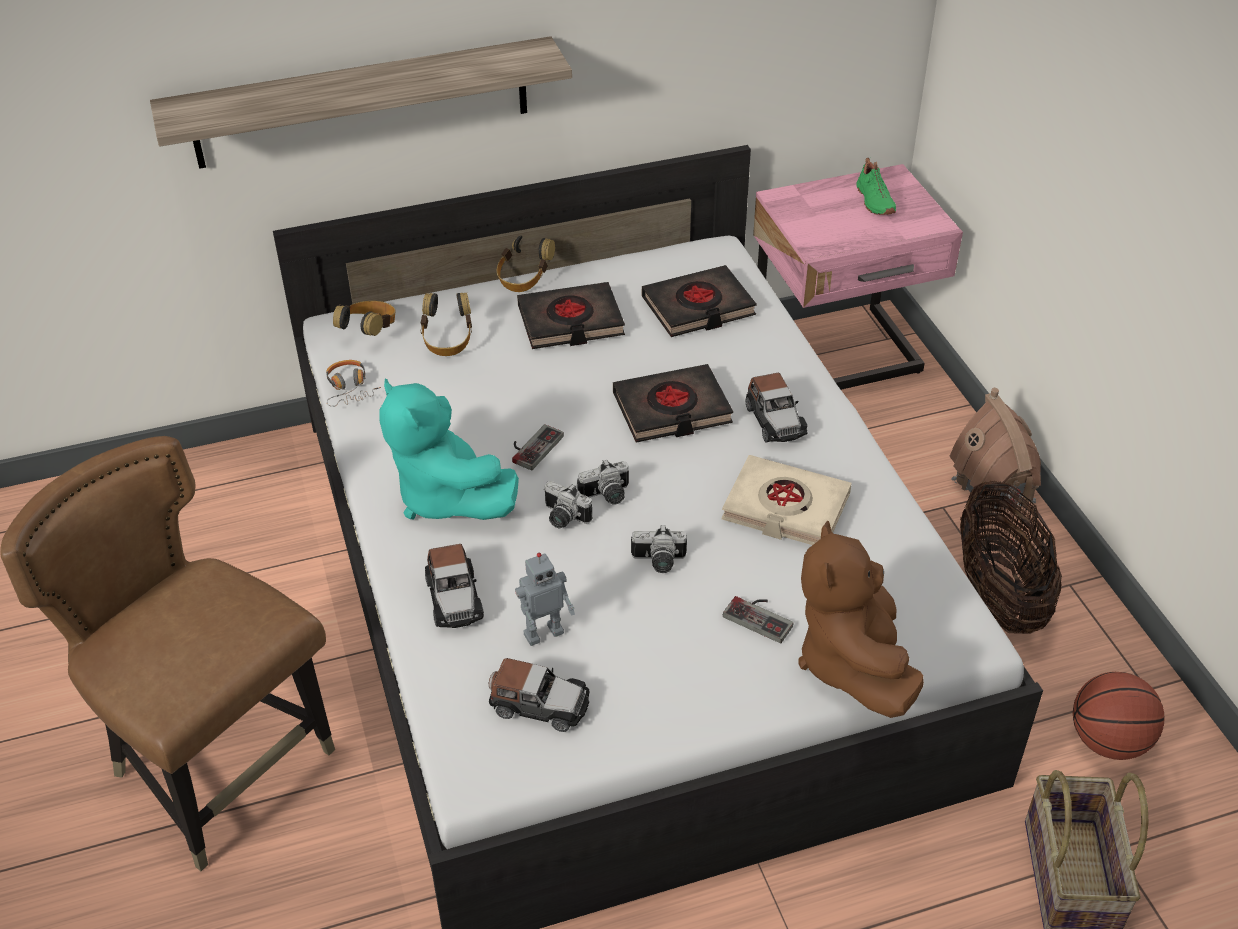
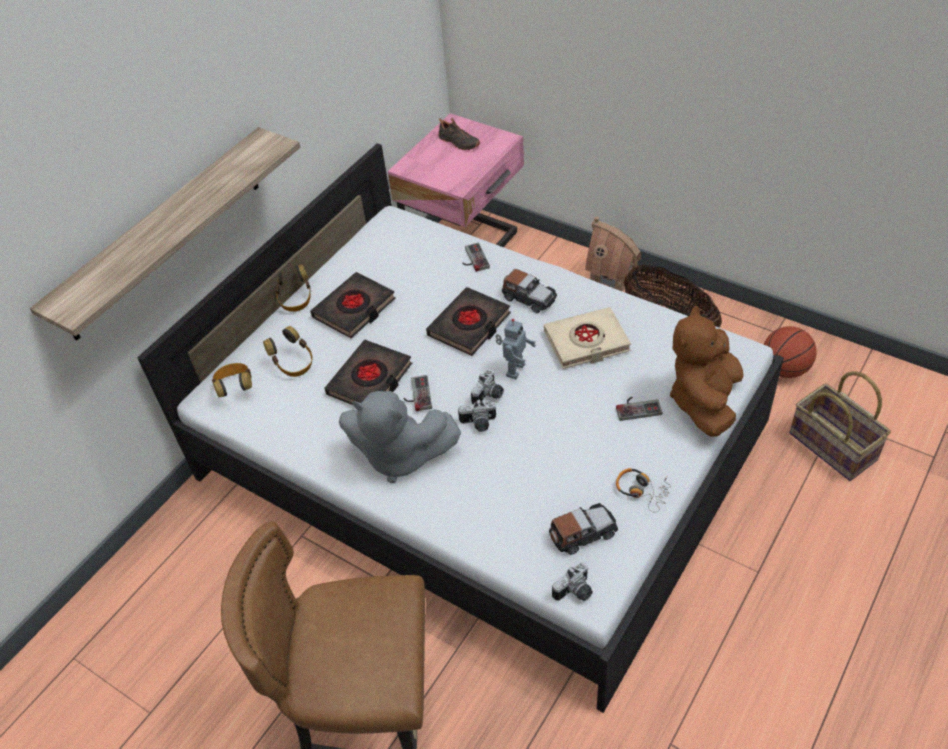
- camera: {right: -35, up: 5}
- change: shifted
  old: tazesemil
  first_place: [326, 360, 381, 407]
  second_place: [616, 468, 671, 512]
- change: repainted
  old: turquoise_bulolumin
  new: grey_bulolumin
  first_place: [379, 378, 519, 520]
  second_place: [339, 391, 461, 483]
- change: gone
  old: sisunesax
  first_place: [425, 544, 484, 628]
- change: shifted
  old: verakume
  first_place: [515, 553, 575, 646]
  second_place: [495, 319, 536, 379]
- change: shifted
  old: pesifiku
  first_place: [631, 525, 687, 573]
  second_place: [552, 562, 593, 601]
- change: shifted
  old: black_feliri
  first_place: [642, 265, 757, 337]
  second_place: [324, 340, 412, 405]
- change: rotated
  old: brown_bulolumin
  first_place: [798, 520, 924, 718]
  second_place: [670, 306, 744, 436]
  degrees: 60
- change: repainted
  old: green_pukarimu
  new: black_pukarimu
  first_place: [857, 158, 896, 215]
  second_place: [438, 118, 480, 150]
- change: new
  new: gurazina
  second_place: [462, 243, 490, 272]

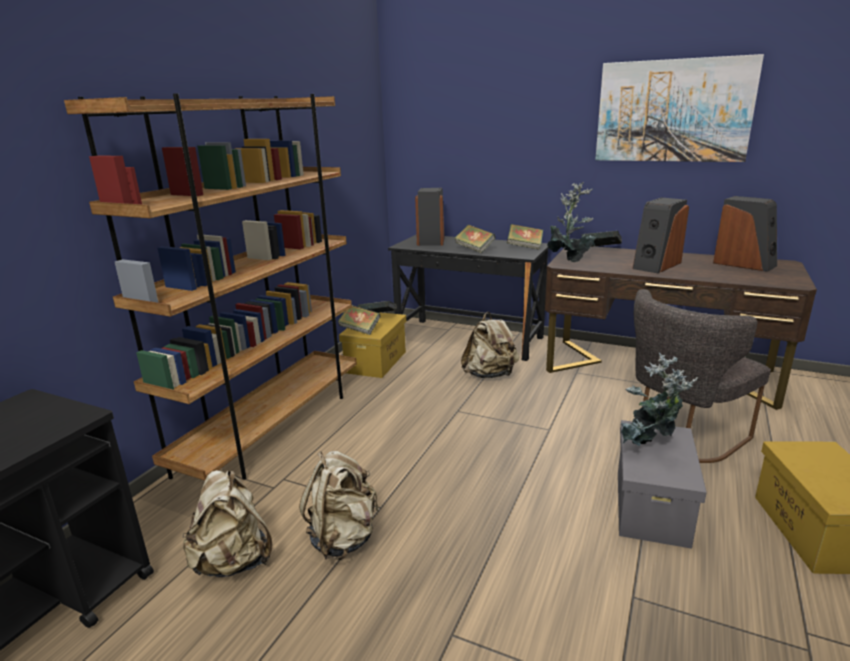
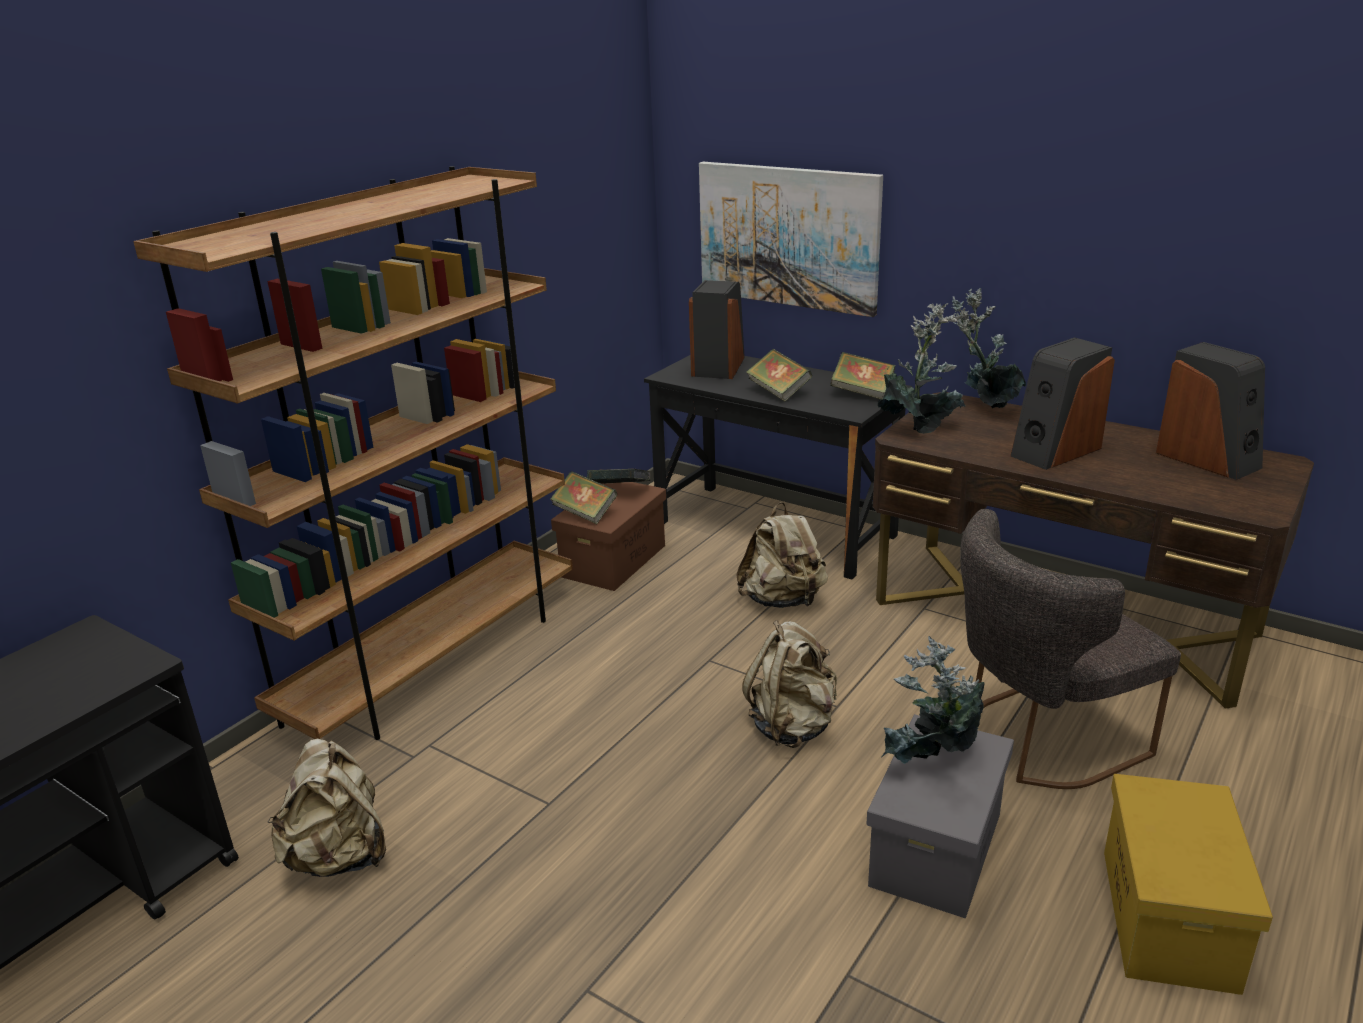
- camera: {right: 10, up: 5}
- change: shifted
  old: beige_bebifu
  first_place: [299, 451, 378, 560]
  second_place: [742, 620, 837, 748]
- change: repainted
  old: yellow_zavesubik
  new: brown_zavesubik
  first_place: [339, 312, 406, 378]
  second_place: [551, 482, 666, 591]
- change: swapped
  old: feliri
  new: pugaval
  first_place: [582, 231, 622, 247]
  second_place: [952, 288, 1026, 408]
- change: shifted
  old: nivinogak
  first_place: [595, 54, 764, 162]
  second_place: [699, 162, 883, 317]

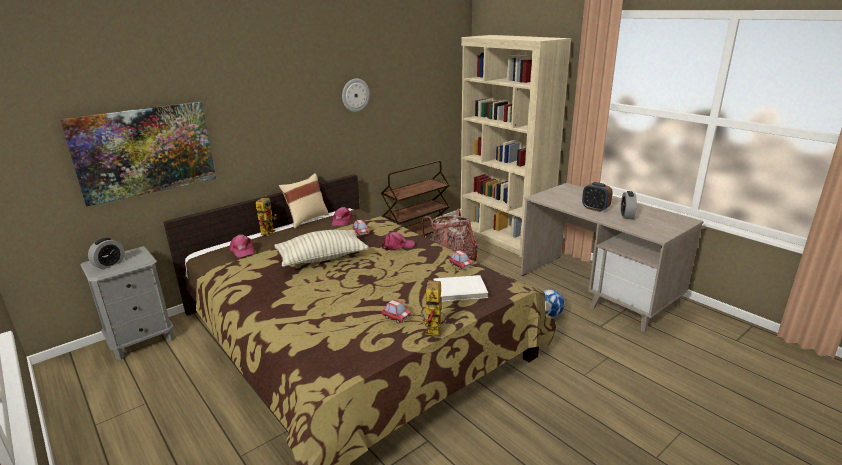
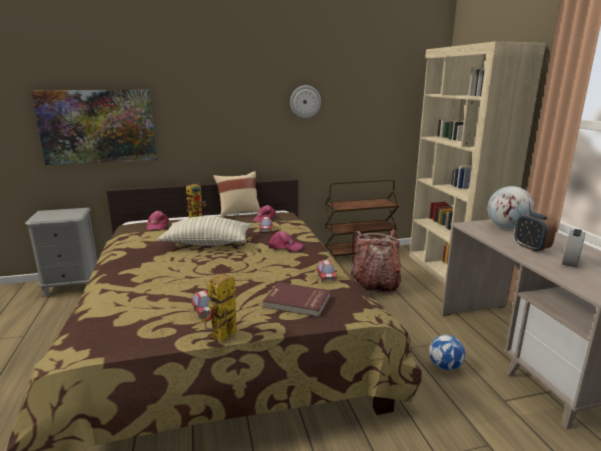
- camera: {right: 25, up: -5}
- change: gone
  old: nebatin
  first_place: [88, 238, 125, 270]
- change: repainted
  old: white_feliri
  new: red_feliri
  first_place: [433, 275, 488, 302]
  second_place: [263, 282, 331, 317]
- change: new
  new: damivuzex
  second_place: [488, 186, 535, 229]

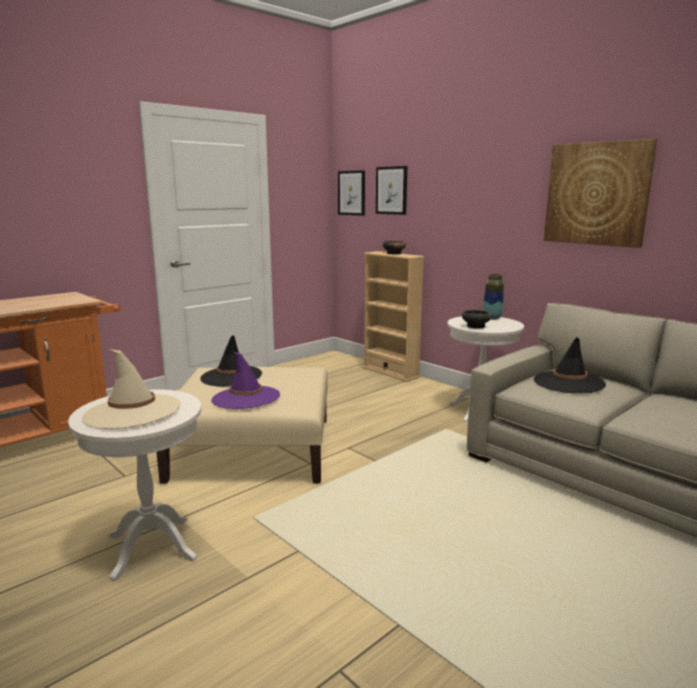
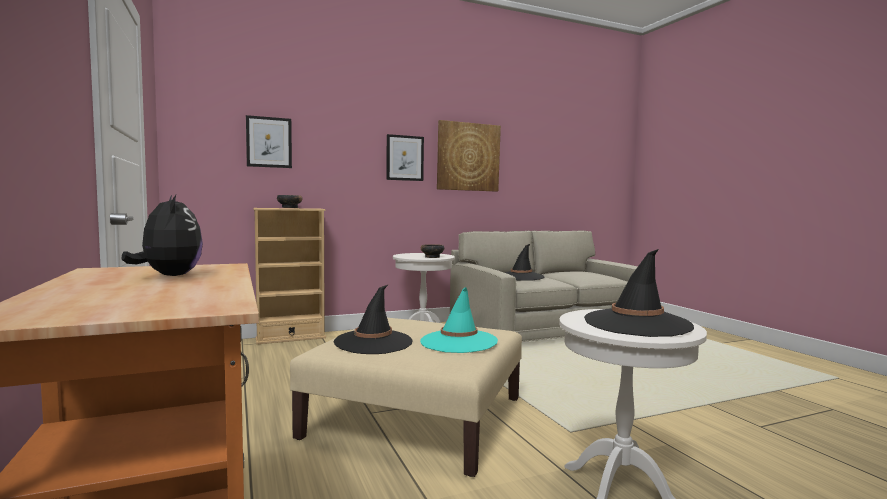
- camera: {right: -70, up: -10}
- change: repainted
  old: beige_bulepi
  new: black_bulepi
  first_place: [82, 349, 181, 429]
  second_place: [584, 249, 694, 337]
- change: repainted
  old: purple_bulepi
  new: turquoise_bulepi
  first_place: [212, 352, 280, 409]
  second_place: [420, 287, 498, 353]
- change: shifted
  old: nivinogak
  first_place: [338, 170, 365, 216]
  second_place: [386, 134, 424, 181]
- change: gone
  old: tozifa
  first_place: [483, 274, 504, 320]
- change: new
  new: bulolumin
  second_place: [121, 195, 203, 276]

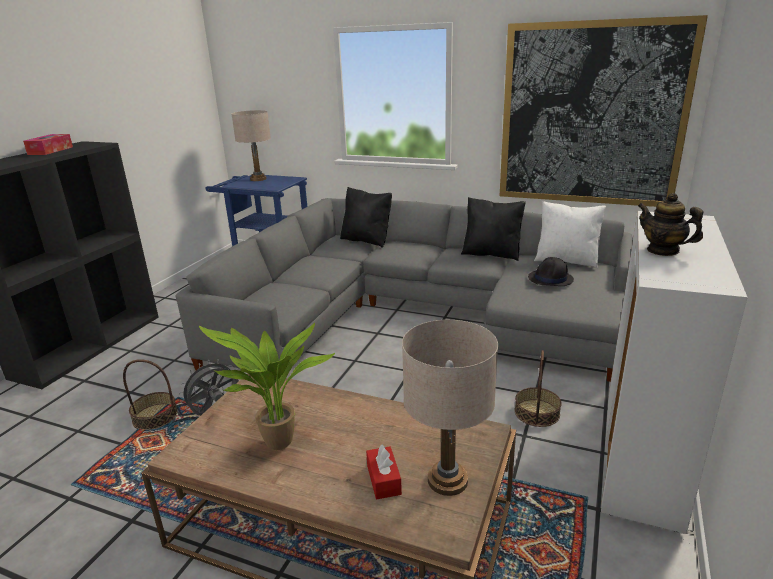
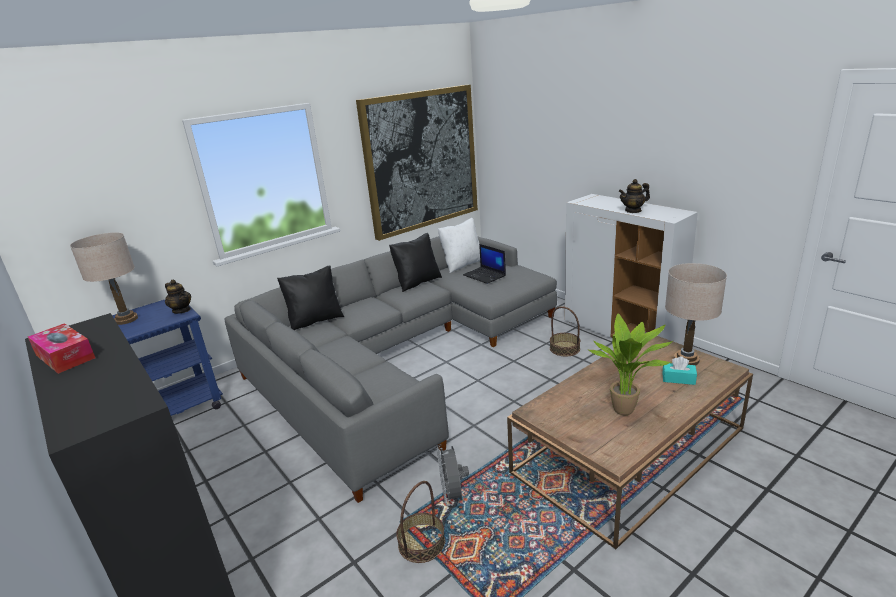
- camera: {right: -60, up: 0}
- change: repainted
  old: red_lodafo
  new: turquoise_lodafo
  first_place: [366, 444, 402, 500]
  second_place: [662, 356, 697, 385]
- change: swapped
  old: black_bulepi
  new: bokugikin
  first_place: [528, 257, 574, 286]
  second_place: [463, 244, 506, 284]
- change: new
  new: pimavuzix
  second_place: [165, 280, 191, 314]

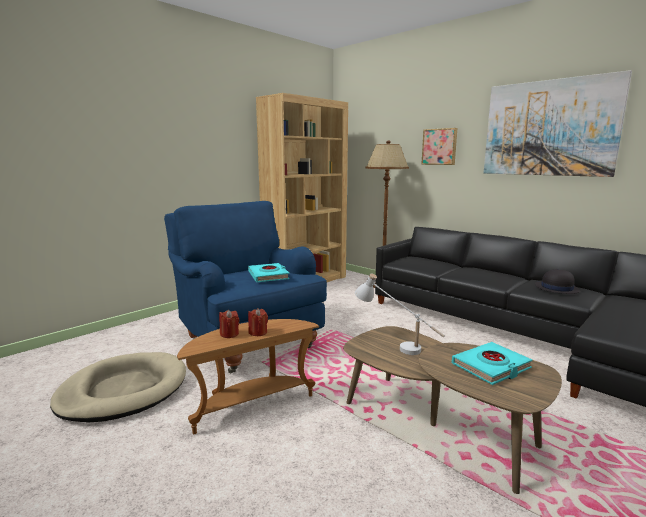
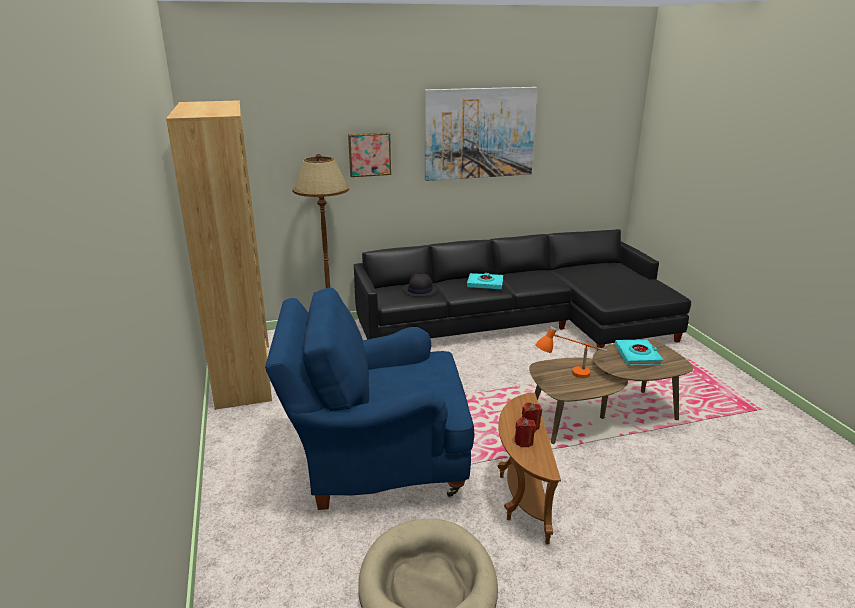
- camera: {right: -60, up: 10}
- change: shifted
  old: turquoise_feliri
  first_place: [248, 263, 289, 282]
  second_place: [467, 273, 503, 289]
- change: repainted
  old: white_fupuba
  new: orange_fupuba
  first_place: [355, 273, 445, 355]
  second_place: [536, 327, 607, 378]
- change: shifted
  old: black_bulepi
  first_place: [535, 269, 580, 294]
  second_place: [402, 274, 437, 297]

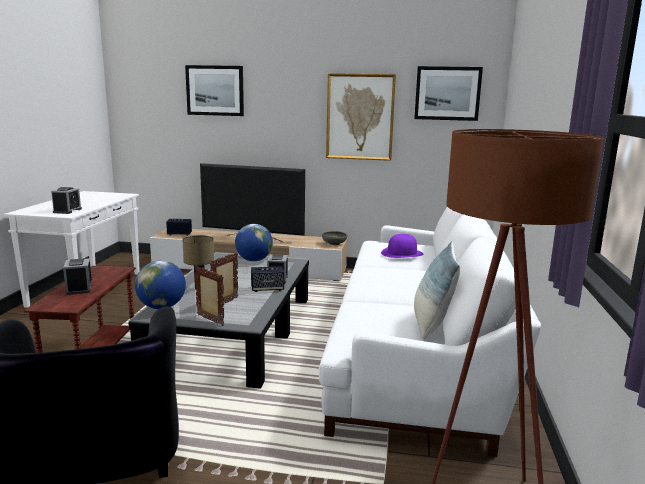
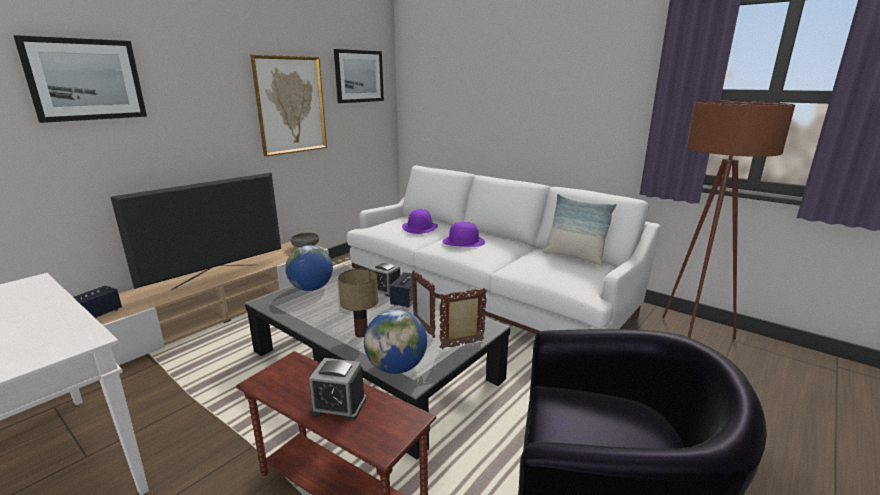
- camera: {right: -60, up: 5}
- change: gone
  old: nebatin
  first_place: [51, 187, 82, 214]
- change: new
  new: purple_bulepi
  second_place: [443, 222, 485, 247]

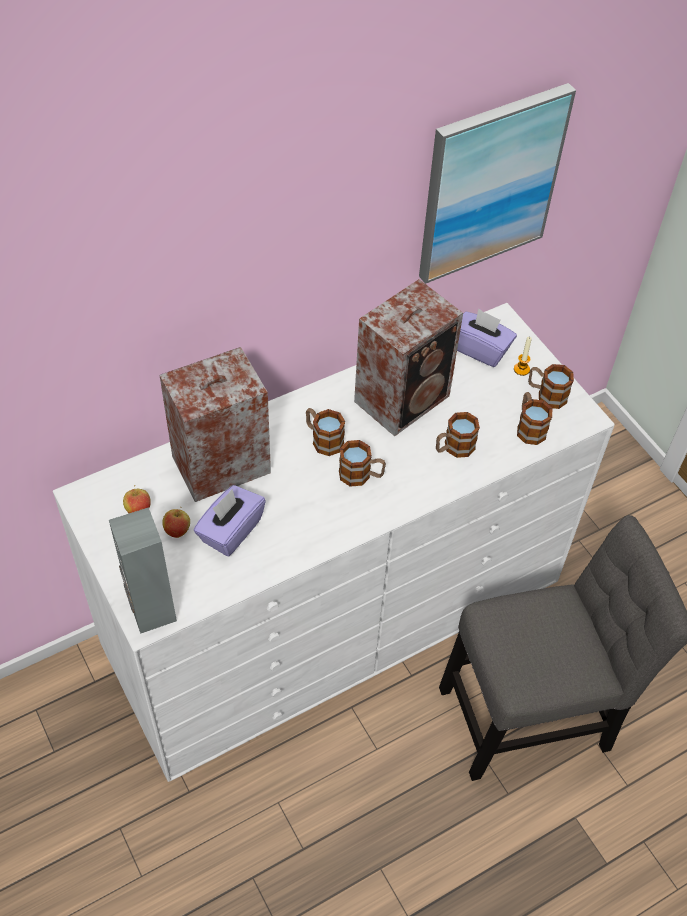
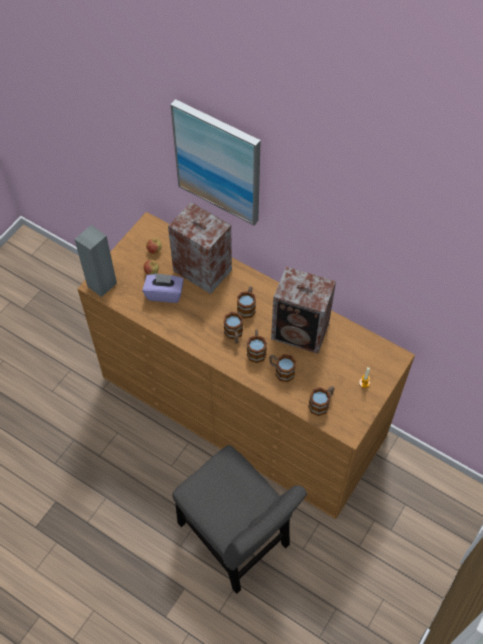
- camera: {right: 65, up: 5}
- change: repainted
  old: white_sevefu
  new: brown_sevefu
  first_place: [53, 303, 615, 782]
  second_place: [77, 212, 415, 519]
- change: shifted
  old: nivinogak
  first_place: [419, 83, 576, 284]
  second_place: [170, 99, 261, 225]
- change: gone
  old: purple_lodafo
  first_place: [457, 308, 517, 367]
- change: shifted
  old: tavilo
  first_place: [528, 364, 574, 409]
  second_place: [247, 329, 267, 363]

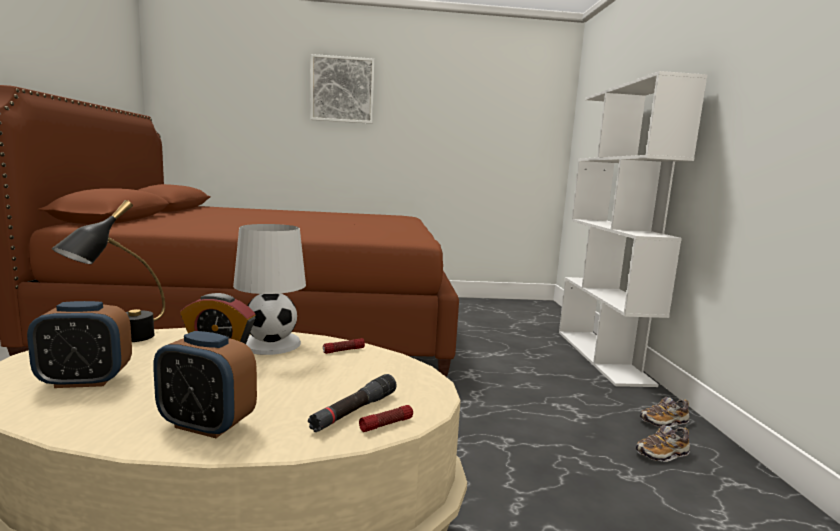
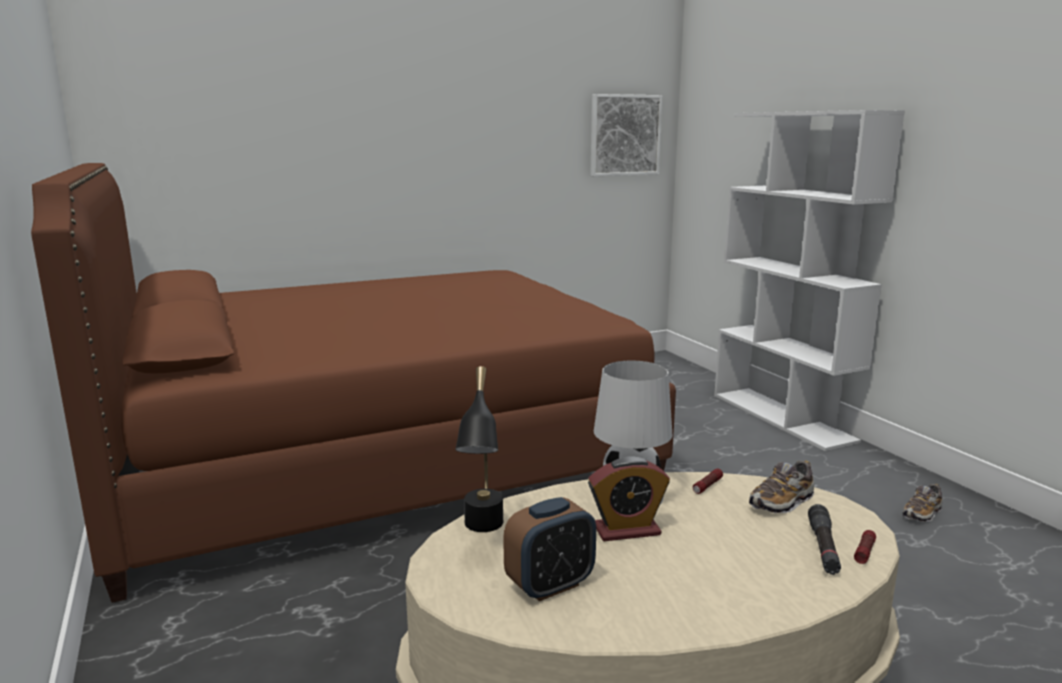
- camera: {right: -20, up: 5}
- change: gone
  old: nebatin
  first_place: [153, 331, 257, 438]
- change: shifted
  old: nivinogak
  first_place: [310, 54, 375, 124]
  second_place: [590, 94, 663, 176]
- change: shifted
  old: pukarimu
  first_place: [640, 397, 689, 427]
  second_place: [749, 460, 814, 513]

